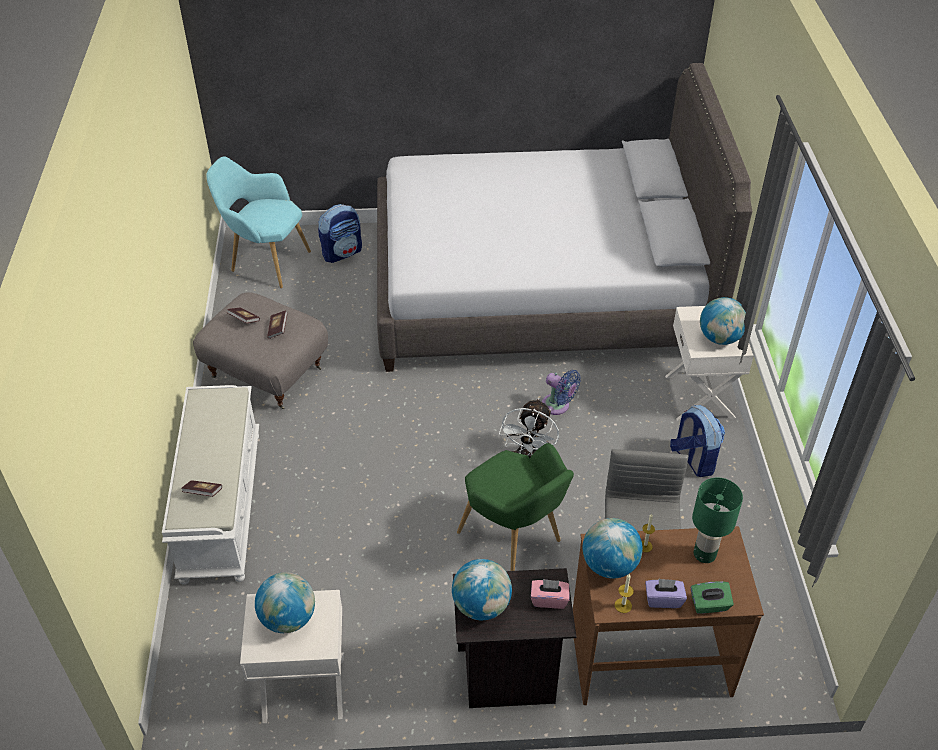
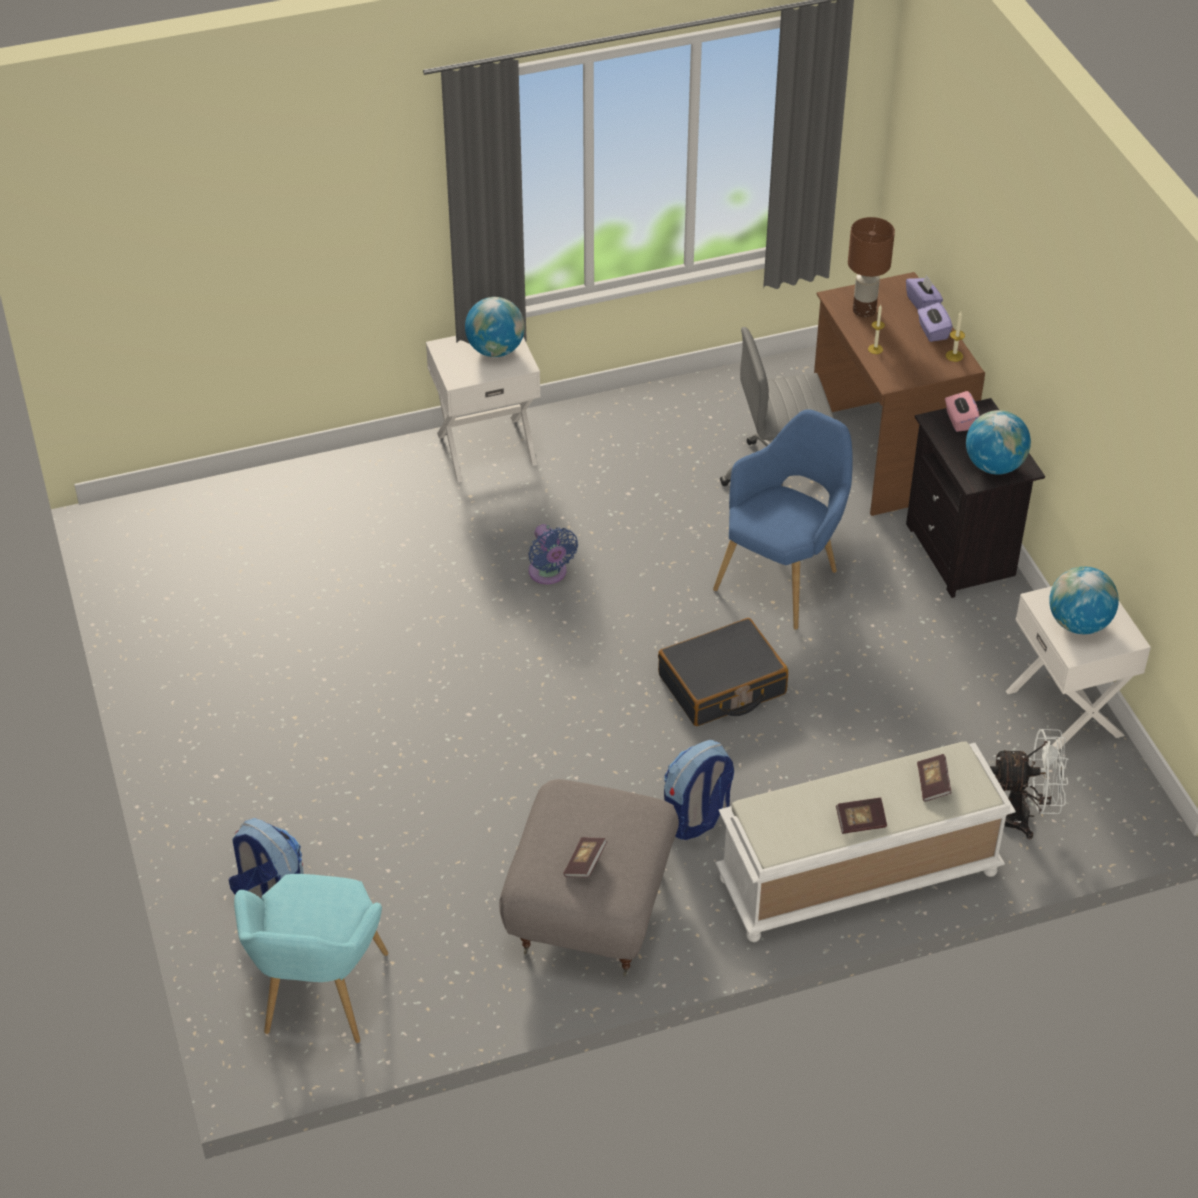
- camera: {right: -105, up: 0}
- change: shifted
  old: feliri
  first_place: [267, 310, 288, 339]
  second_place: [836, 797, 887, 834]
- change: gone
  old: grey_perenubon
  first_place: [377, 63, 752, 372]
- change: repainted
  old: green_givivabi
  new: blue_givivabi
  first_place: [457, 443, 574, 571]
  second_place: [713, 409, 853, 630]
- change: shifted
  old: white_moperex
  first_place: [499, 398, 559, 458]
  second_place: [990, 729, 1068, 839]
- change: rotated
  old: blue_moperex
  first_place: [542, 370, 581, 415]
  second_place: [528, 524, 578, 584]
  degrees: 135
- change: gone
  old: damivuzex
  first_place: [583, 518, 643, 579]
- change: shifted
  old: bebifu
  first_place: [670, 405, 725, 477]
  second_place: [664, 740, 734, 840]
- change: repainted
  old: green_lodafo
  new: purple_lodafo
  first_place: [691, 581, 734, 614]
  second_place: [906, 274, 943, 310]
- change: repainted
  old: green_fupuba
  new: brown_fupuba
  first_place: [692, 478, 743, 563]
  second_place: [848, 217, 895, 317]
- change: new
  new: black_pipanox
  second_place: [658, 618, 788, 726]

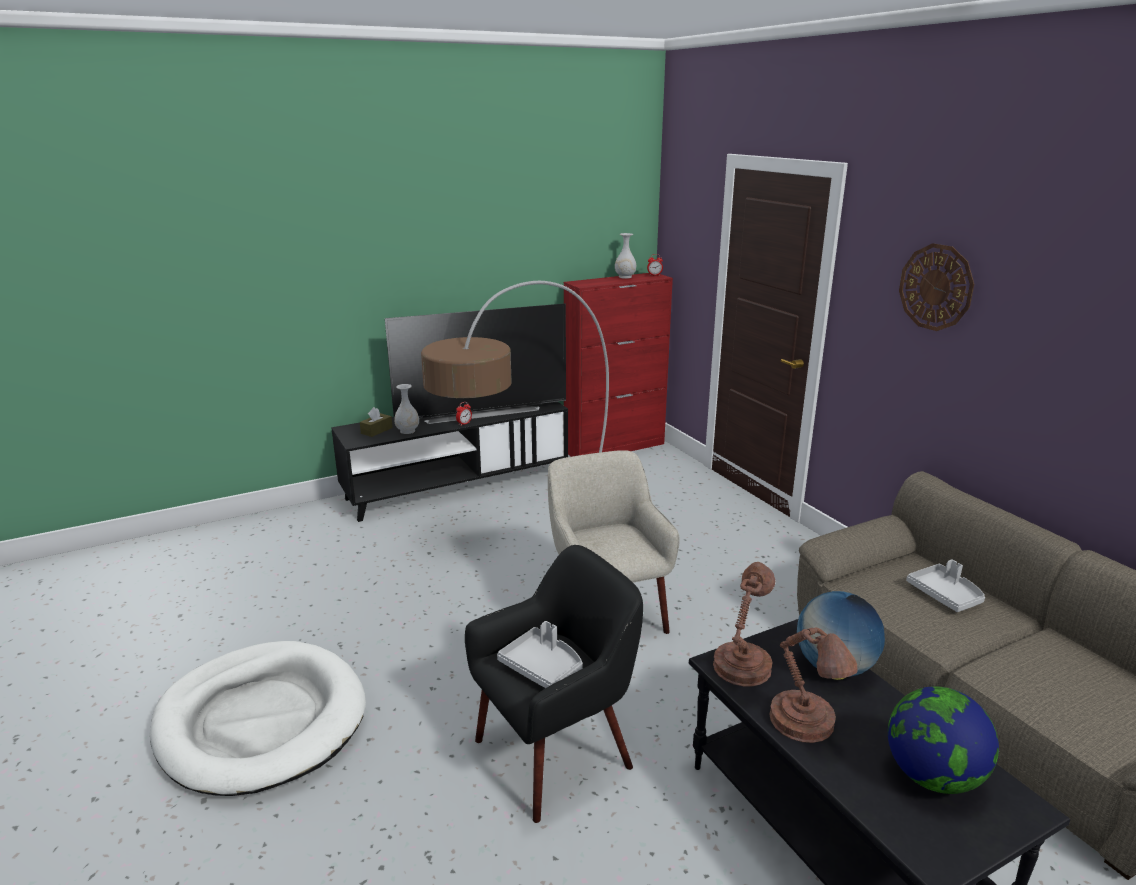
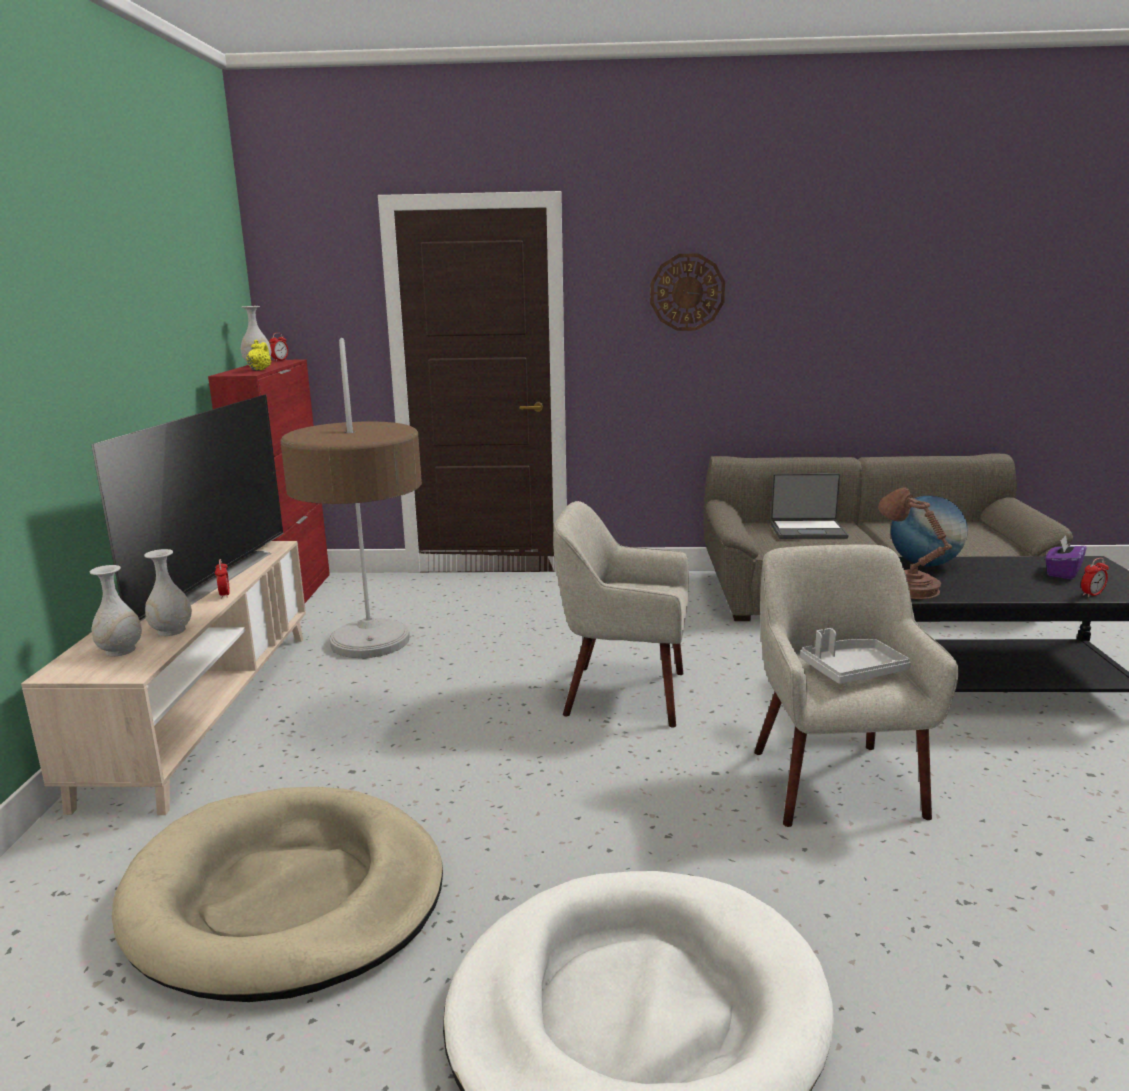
- camera: {right: -60, up: -5}
- change: repainted
  old: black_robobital
  new: beige_robobital
  first_place: [331, 402, 568, 522]
  second_place: [21, 541, 306, 815]
- change: swapped
  old: brown_lodafo
  new: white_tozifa
  first_place: [360, 407, 393, 437]
  second_place: [89, 565, 142, 656]
- change: repainted
  old: black_givivabi
  new: beige_givivabi
  first_place: [465, 545, 643, 823]
  second_place: [754, 545, 958, 827]
- change: gone
  old: brown_fupuba
  first_place: [769, 628, 858, 743]
- change: swapped
  old: damivuzex
  new: purple_lodafo
  first_place: [888, 686, 999, 794]
  second_place: [1045, 535, 1086, 580]
- change: swapped
  old: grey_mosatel
  new: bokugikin
  first_place: [906, 559, 985, 612]
  second_place: [771, 473, 849, 539]
- change: new
  new: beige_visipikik
  second_place: [112, 787, 443, 1002]
- change: new
  new: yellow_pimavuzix
  second_place: [246, 340, 271, 371]
- change: new
  new: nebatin
  second_place: [1081, 558, 1109, 597]

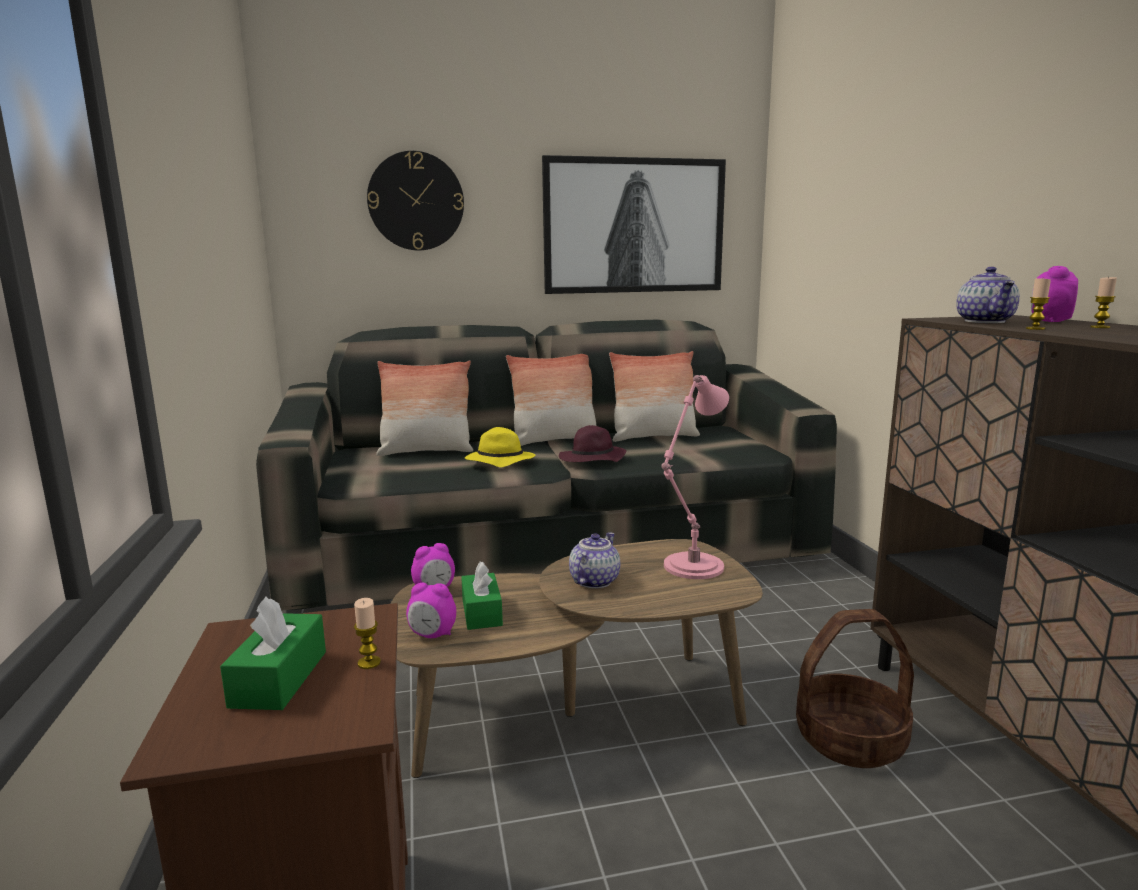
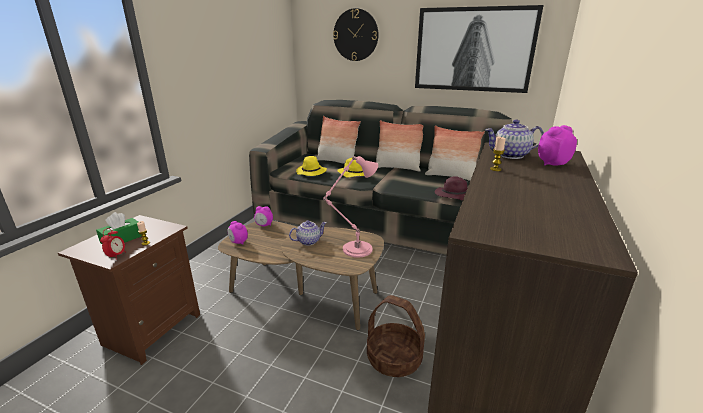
- camera: {right: 35, up: 10}
- change: gone
  old: green_lodafo
  first_place: [461, 561, 503, 630]
- change: shifted
  old: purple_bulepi
  first_place: [559, 425, 626, 462]
  second_place: [435, 176, 467, 201]
- change: rotated
  old: pimavuzix
  first_place: [956, 267, 1020, 323]
  second_place: [485, 120, 544, 159]
  degrees: 45
- change: gone
  old: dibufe
  first_place: [1090, 276, 1117, 328]
- change: new
  new: nebatin
  second_place: [100, 228, 126, 260]
- change: new
  new: yellow_bulepi
  second_place: [296, 156, 327, 176]

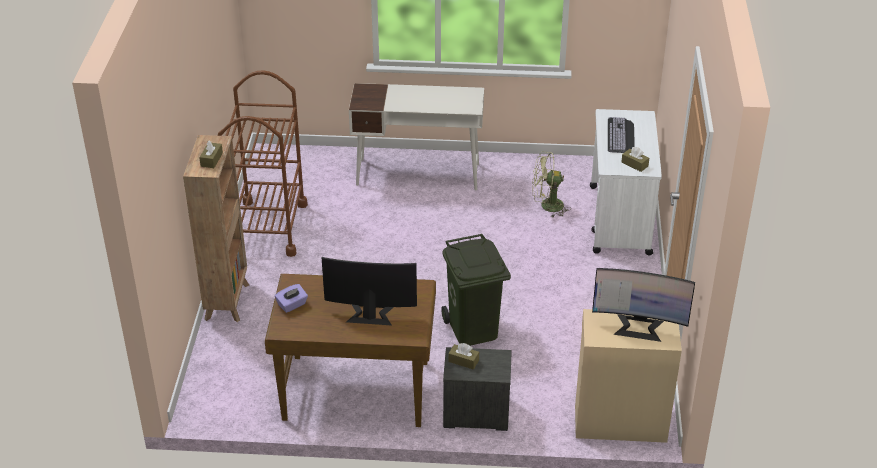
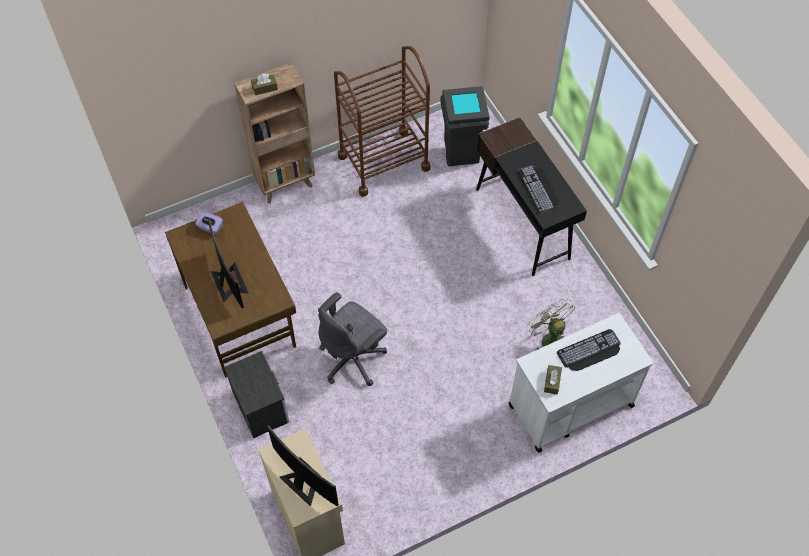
- camera: {right: 60, up: 20}
- change: repainted
  old: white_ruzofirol
  new: black_ruzofirol
  first_place: [349, 83, 484, 190]
  second_place: [476, 117, 587, 276]
- change: swapped
  old: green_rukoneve
  new: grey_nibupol
  first_place: [441, 234, 511, 346]
  second_place: [318, 292, 387, 386]
- change: gone
  old: brown_lodafo
  first_place: [448, 343, 479, 370]
- change: rotated
  old: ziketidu
  first_place: [592, 268, 695, 342]
  second_place: [267, 425, 339, 507]
  degrees: 150
- change: new
  new: grey_rukoneve
  second_place: [441, 86, 490, 166]
- change: new
  new: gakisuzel
  second_place: [517, 165, 559, 214]

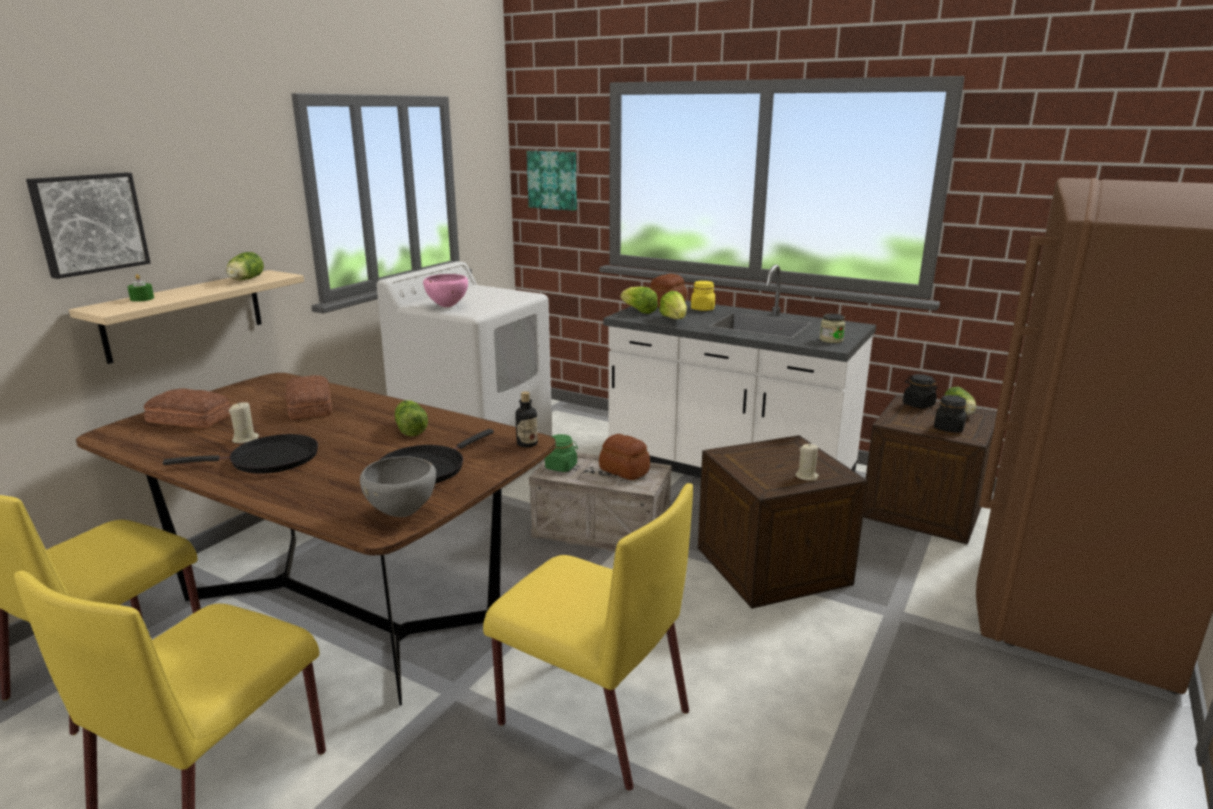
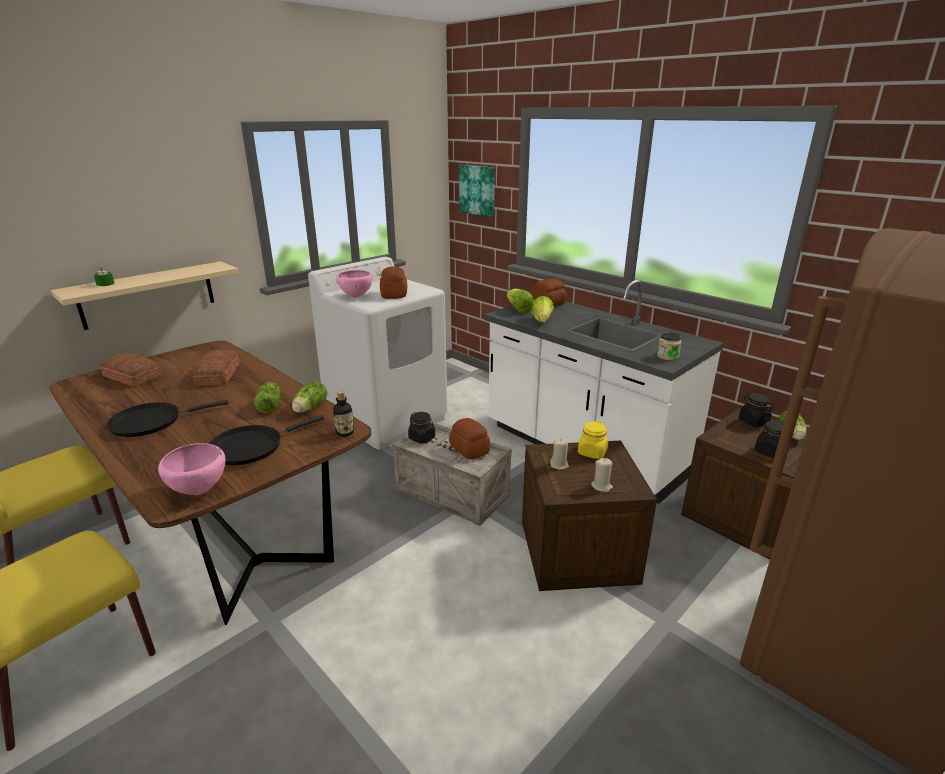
- camera: {right: 15, up: 5}
- change: gone
  old: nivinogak
  first_place: [26, 172, 151, 279]
- change: rotated
  old: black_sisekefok
  first_place: [163, 434, 318, 474]
  second_place: [106, 400, 229, 437]
  degrees: 150
- change: shifted
  old: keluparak
  first_place: [226, 252, 264, 280]
  second_place: [292, 381, 327, 413]
- change: shifted
  old: beige_dibufe
  first_place: [229, 402, 259, 443]
  second_place: [550, 438, 569, 470]
- change: repainted
  old: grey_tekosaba
  new: pink_tekosaba
  first_place: [360, 456, 436, 517]
  second_place: [158, 443, 225, 495]
- change: gone
  old: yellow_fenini
  first_place: [483, 483, 693, 791]
- change: repainted
  old: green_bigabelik
  new: black_bigabelik
  first_place: [545, 434, 578, 472]
  second_place: [408, 412, 435, 444]
- change: shifted
  old: yellow_bigabelik
  first_place: [691, 281, 715, 311]
  second_place: [578, 421, 608, 459]
- change: new
  new: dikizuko
  second_place: [380, 267, 407, 299]

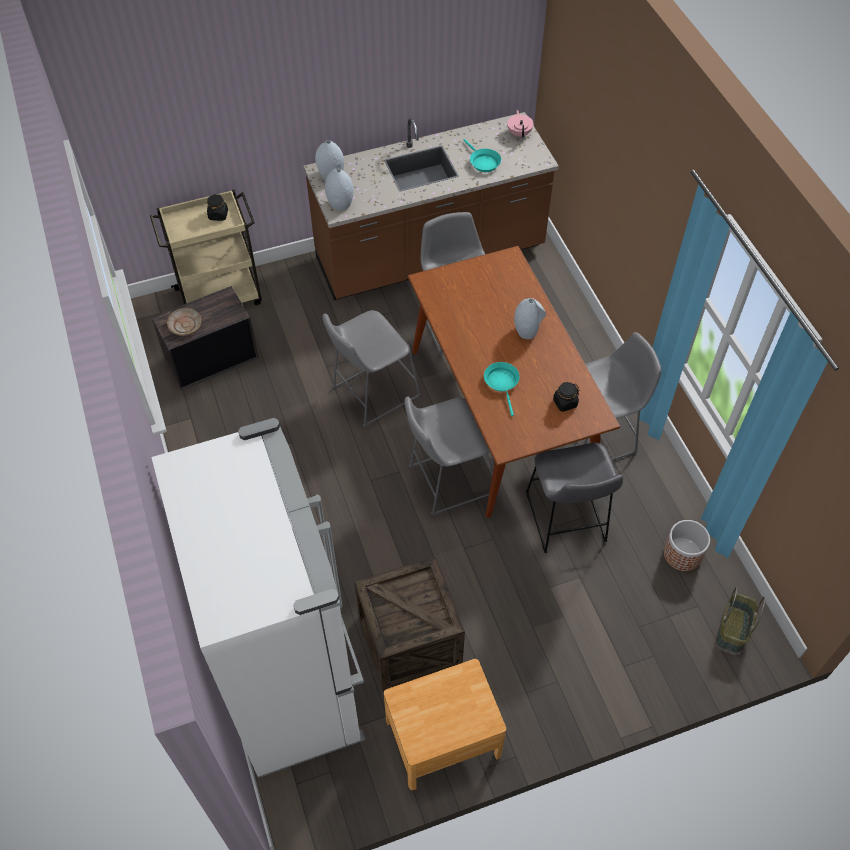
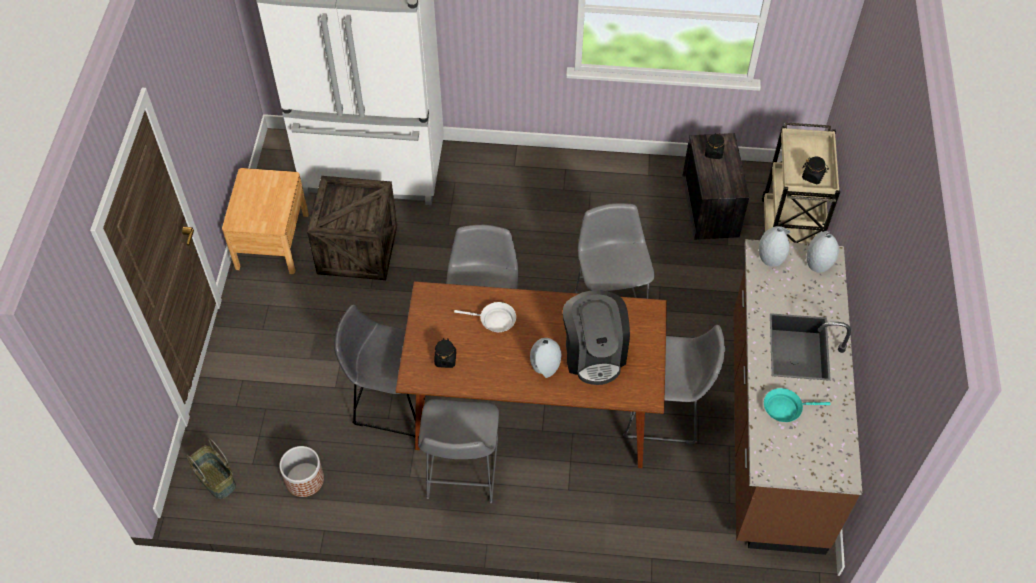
- camera: {right: 115, up: 0}
- change: swapped
  old: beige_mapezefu
  new: black_bigabelik
  first_place: [167, 308, 201, 336]
  second_place: [705, 134, 724, 159]
- change: repainted
  old: turquoise_sisekefok
  new: white_sisekefok
  first_place: [484, 362, 519, 416]
  second_place: [454, 302, 516, 332]
- change: gone
  old: pink_pimavuzix
  first_place: [507, 110, 534, 138]
- change: new
  new: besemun
  second_place: [563, 290, 630, 385]

